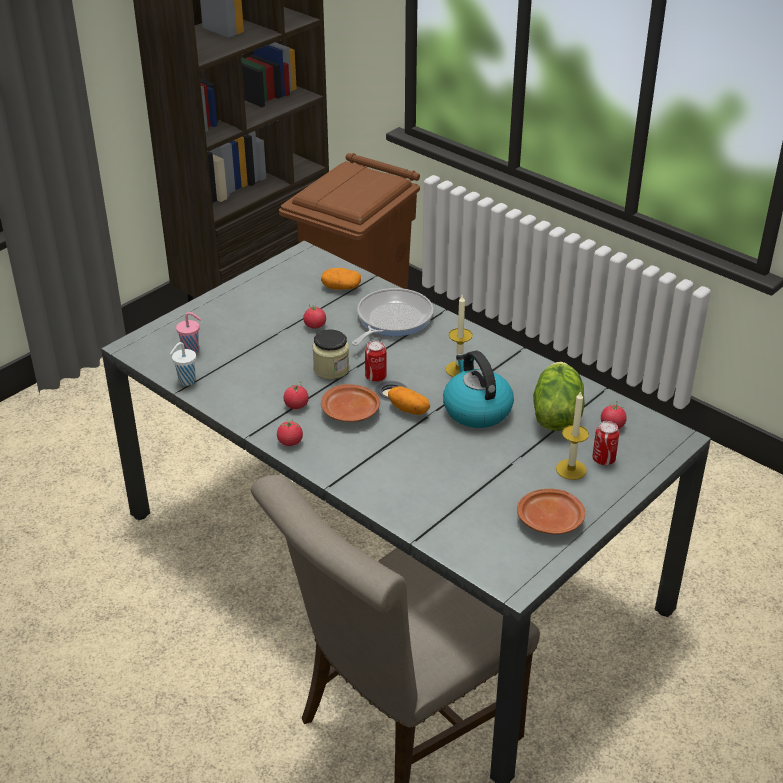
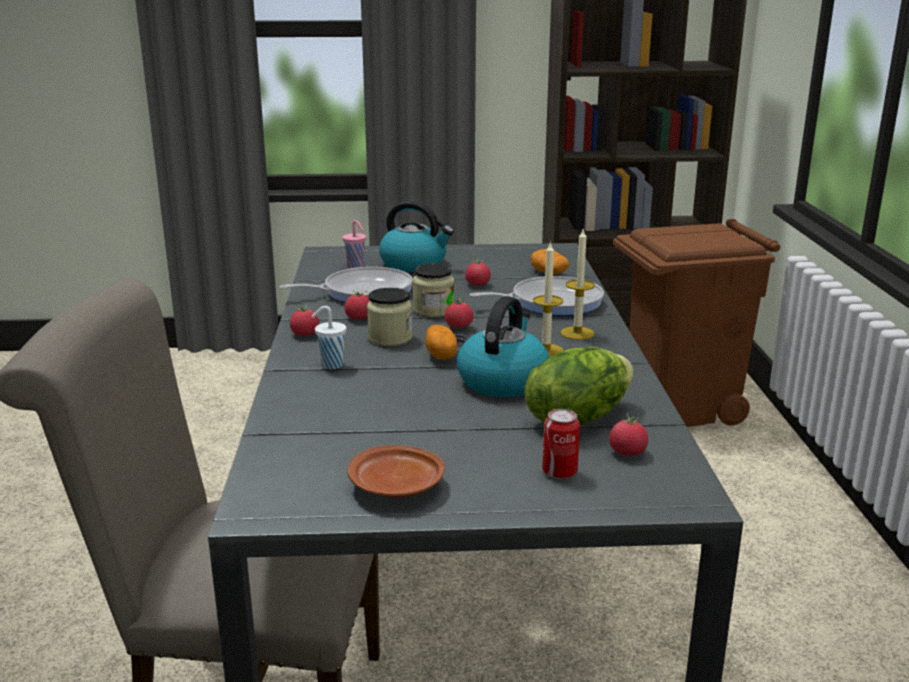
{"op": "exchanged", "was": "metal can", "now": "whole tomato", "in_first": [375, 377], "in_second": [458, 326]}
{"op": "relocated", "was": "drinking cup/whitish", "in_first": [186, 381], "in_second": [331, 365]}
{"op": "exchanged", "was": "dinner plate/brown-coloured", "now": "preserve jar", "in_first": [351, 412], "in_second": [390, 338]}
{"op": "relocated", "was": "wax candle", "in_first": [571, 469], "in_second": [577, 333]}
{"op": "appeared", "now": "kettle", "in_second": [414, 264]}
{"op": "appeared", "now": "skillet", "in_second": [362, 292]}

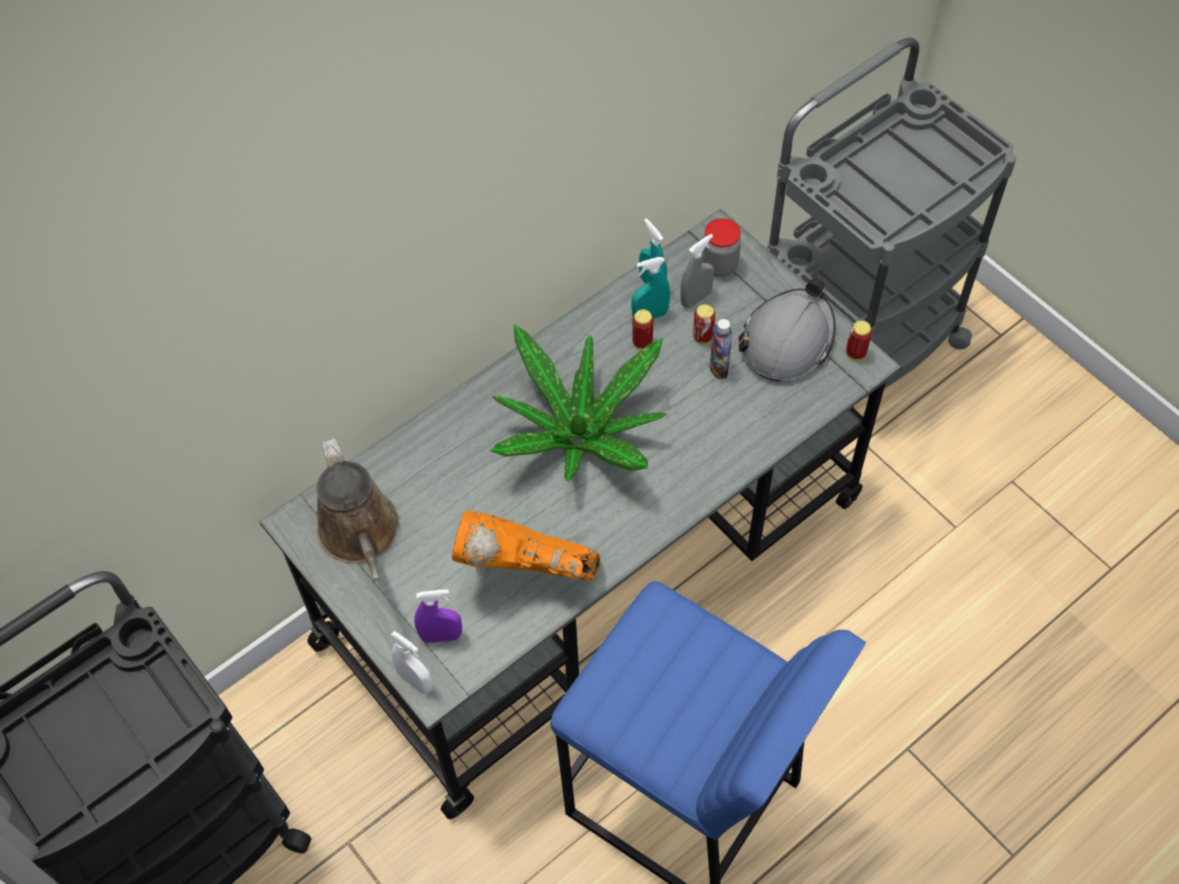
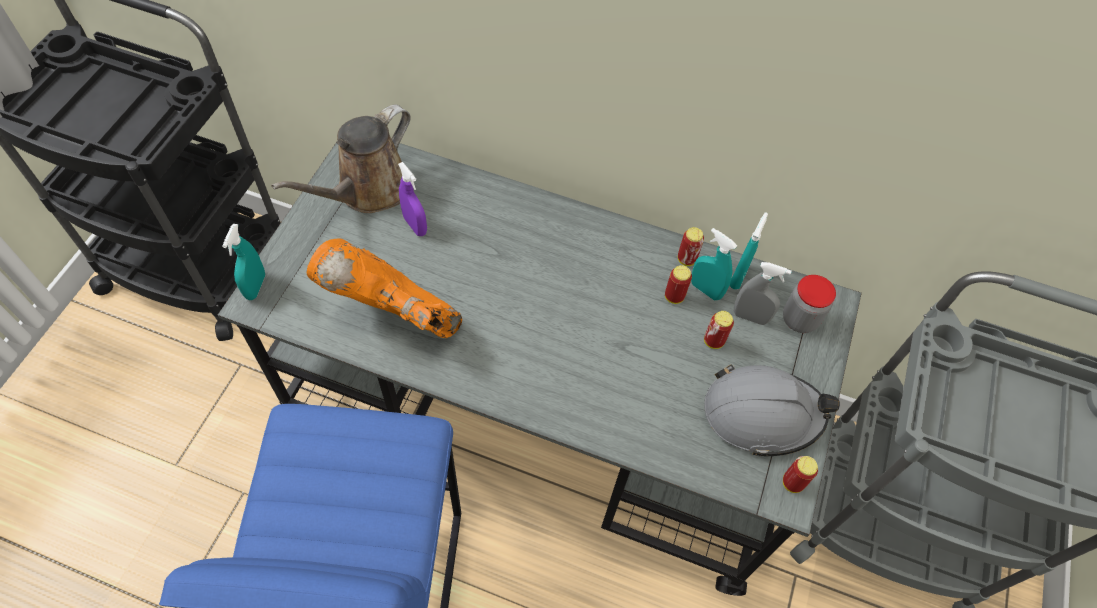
{"op": "missing", "was": "drink bottle", "in_first": [719, 368]}
{"op": "missing", "was": "potted plant", "in_first": [580, 434]}
{"op": "spun", "was": "boot/orange-coloured", "in_first": [526, 572], "in_second": [394, 316], "clockwise": -45}
{"op": "relocated", "was": "spray bottle/purple", "in_first": [441, 636], "in_second": [415, 225]}
{"op": "colour", "was": "spray bottle/whitish", "now": "spray bottle/turquoise-coloured", "in_first": [415, 681], "in_second": [255, 286]}
{"op": "appeared", "now": "metal can", "in_second": [686, 259]}

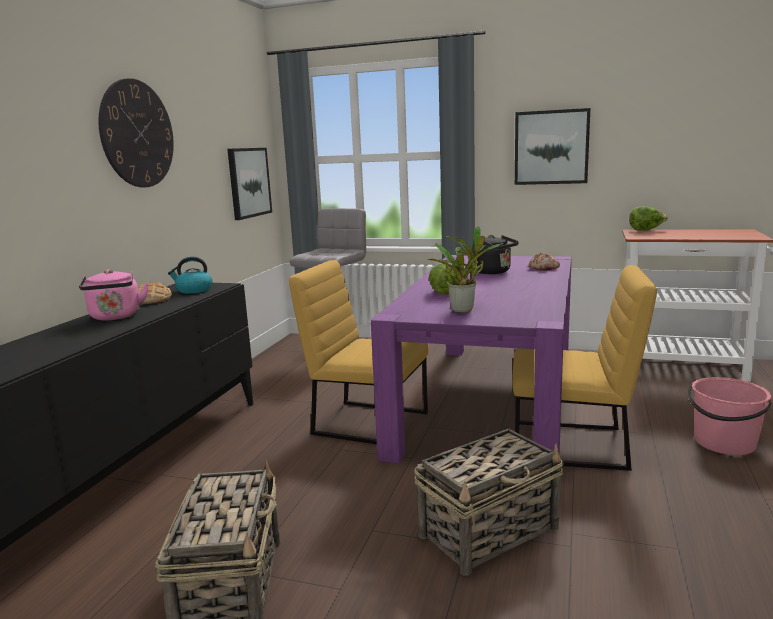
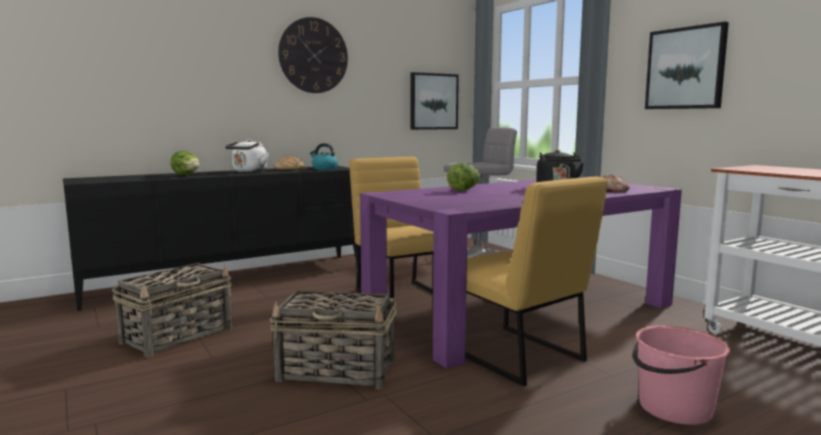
{"op": "relocated", "was": "lettuce", "in_first": [646, 230], "in_second": [187, 175]}
{"op": "missing", "was": "potted plant", "in_first": [464, 310]}
{"op": "colour", "was": "kettle/pink", "now": "kettle/whitish", "in_first": [116, 317], "in_second": [248, 171]}

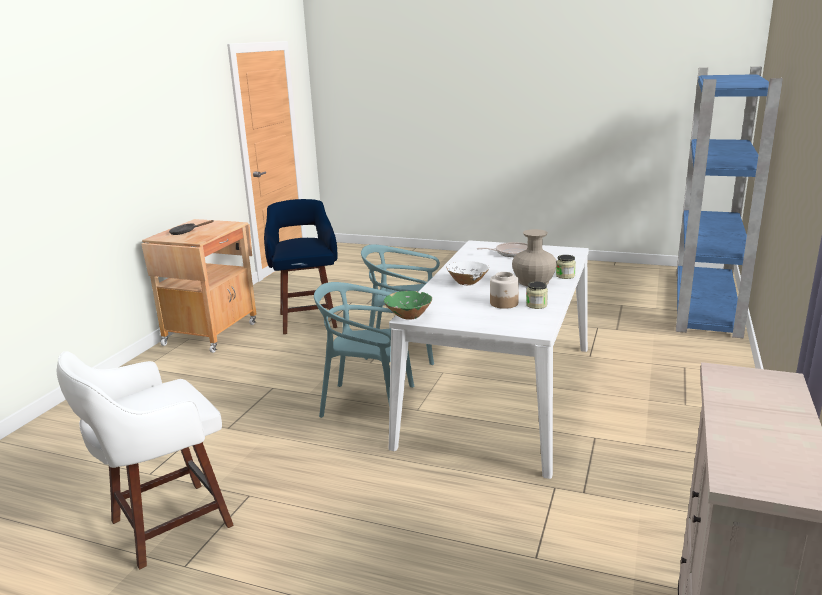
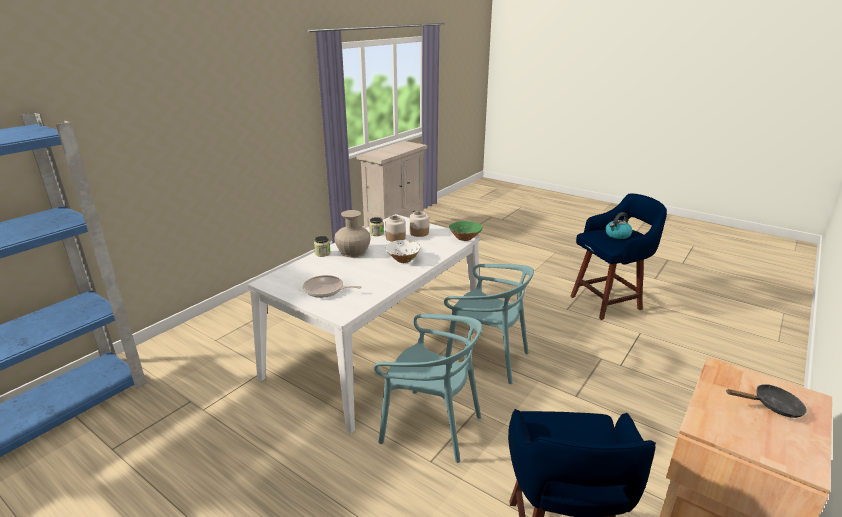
{"op": "colour", "was": "sitting stool/whitish", "now": "sitting stool/blue-coloured", "in_first": [165, 526], "in_second": [608, 302]}
{"op": "appeared", "now": "preserve jar", "in_second": [419, 233]}
{"op": "appeared", "now": "kettle", "in_second": [617, 235]}

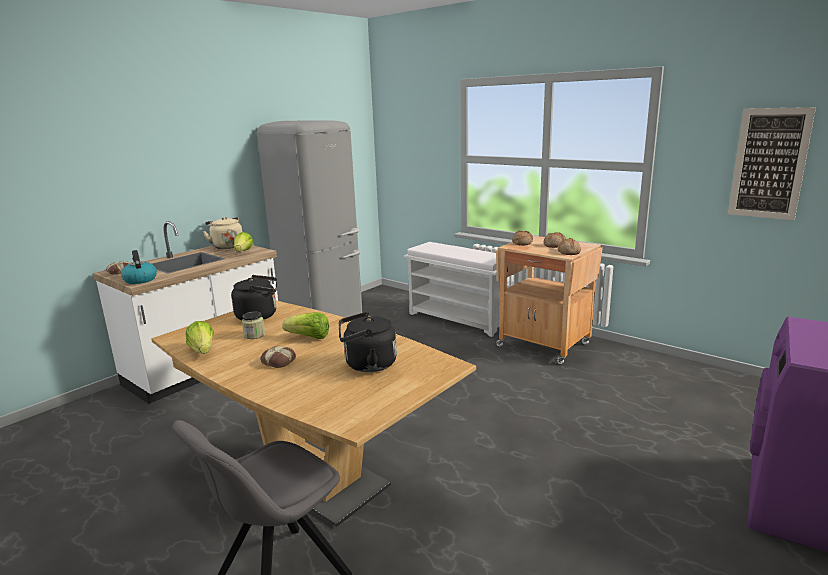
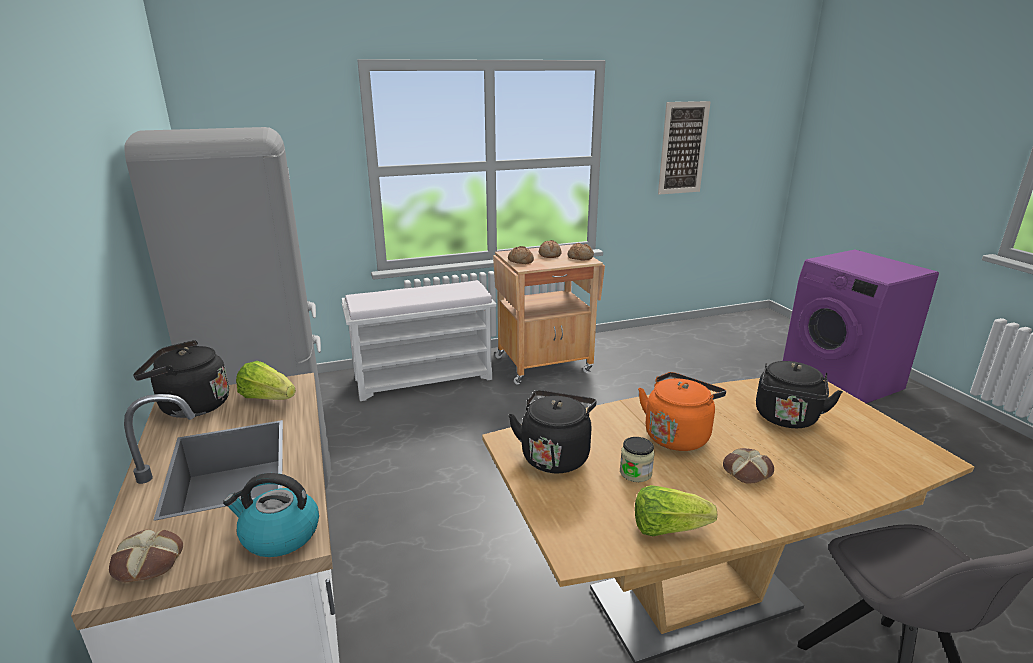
{"op": "colour", "was": "kettle/sand-coloured", "now": "kettle/black-coloured", "in_first": [226, 246], "in_second": [190, 406]}
{"op": "exchanged", "was": "lettuce", "now": "kettle/orange-coloured", "in_first": [309, 337], "in_second": [678, 435]}

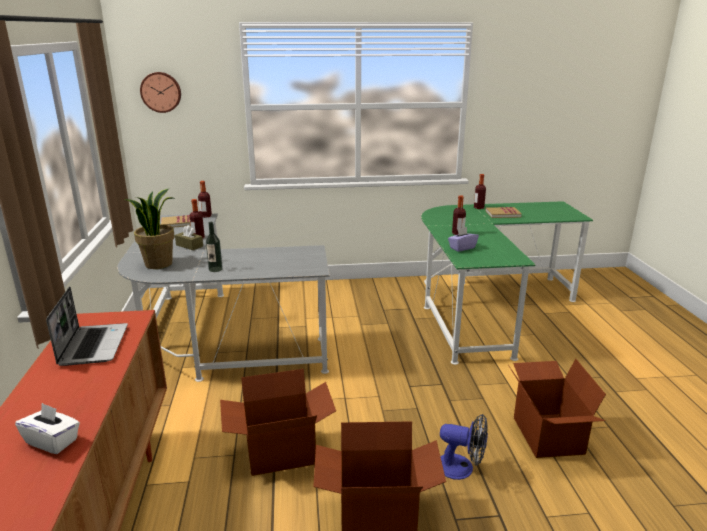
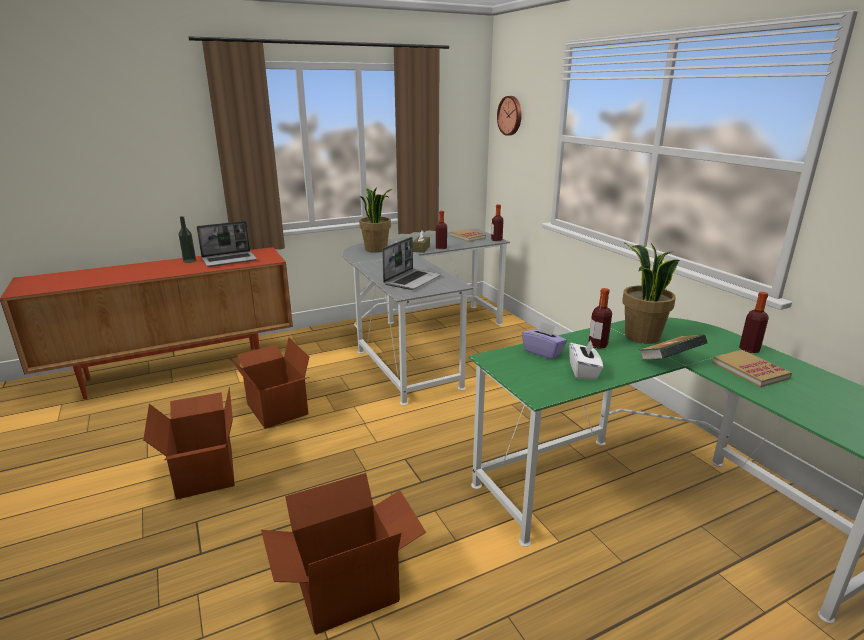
{"op": "relocated", "was": "drink bottle", "in_first": [215, 269], "in_second": [189, 261]}
{"op": "relocated", "was": "tissue holder/whitish", "in_first": [52, 441], "in_second": [583, 371]}
{"op": "missing", "was": "cooling fan", "in_first": [461, 468]}
{"op": "appeared", "now": "portable computer", "in_second": [412, 280]}
{"op": "appeared", "now": "potted plant", "in_second": [641, 337]}
{"op": "appeared", "now": "volume", "in_second": [669, 362]}

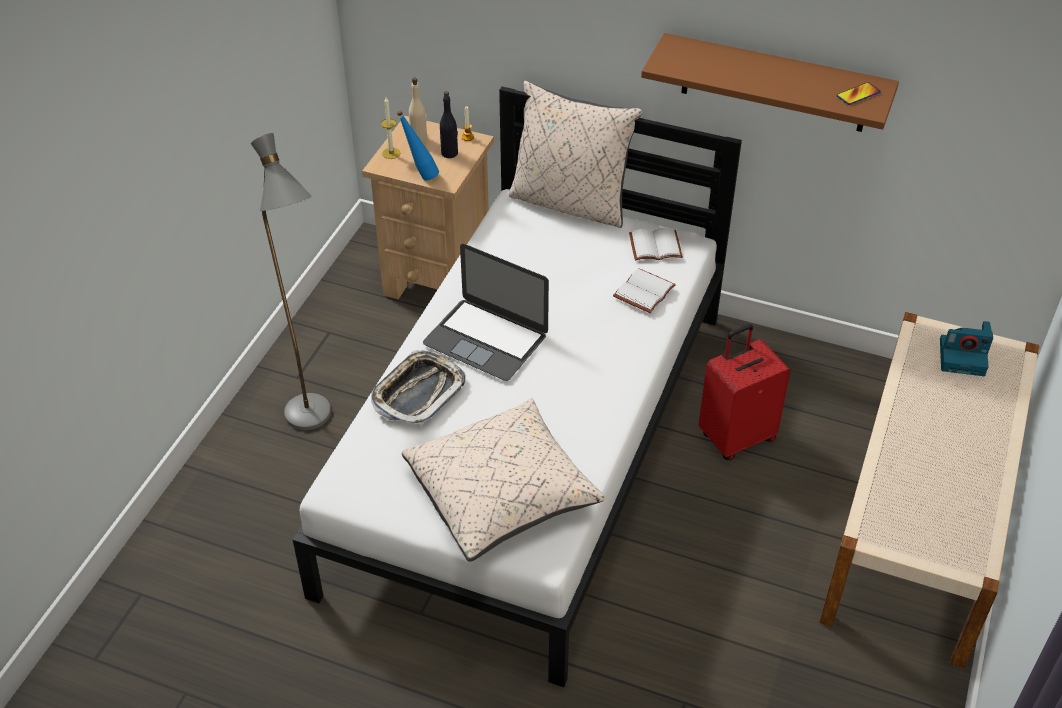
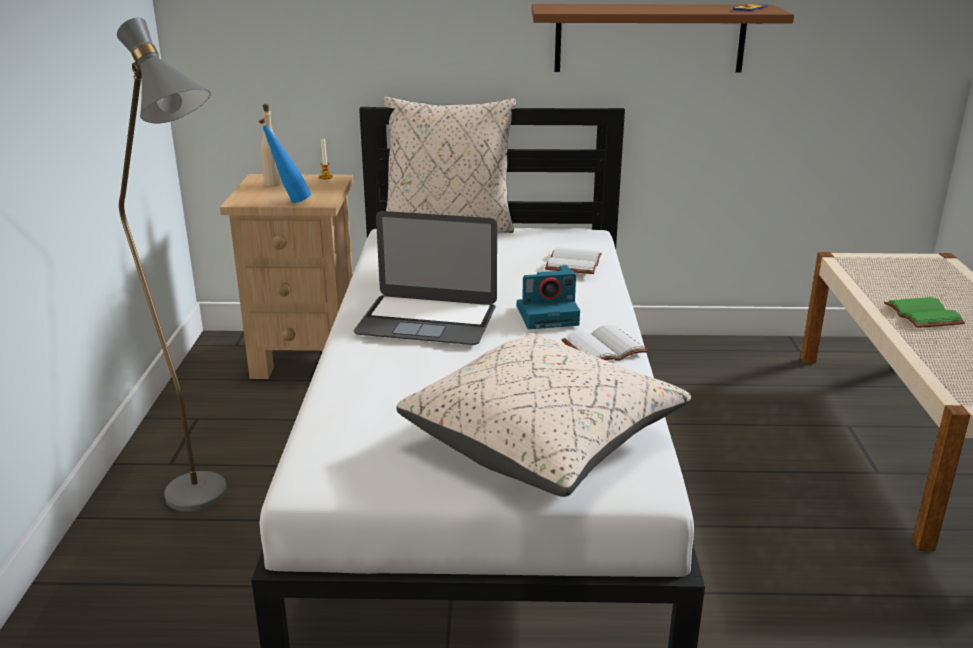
{"op": "missing", "was": "drink bottle/black-coloured", "in_first": [449, 153]}
{"op": "missing", "was": "wax candle", "in_first": [391, 153]}
{"op": "relocated", "was": "volume/whitish", "in_first": [654, 247], "in_second": [604, 349]}
{"op": "relocated", "was": "photo camera", "in_first": [963, 357], "in_second": [548, 315]}
{"op": "missing", "was": "travel case/red", "in_first": [736, 436]}
{"op": "missing", "was": "tray", "in_first": [418, 392]}
{"op": "appeared", "now": "volume/green", "in_second": [920, 315]}

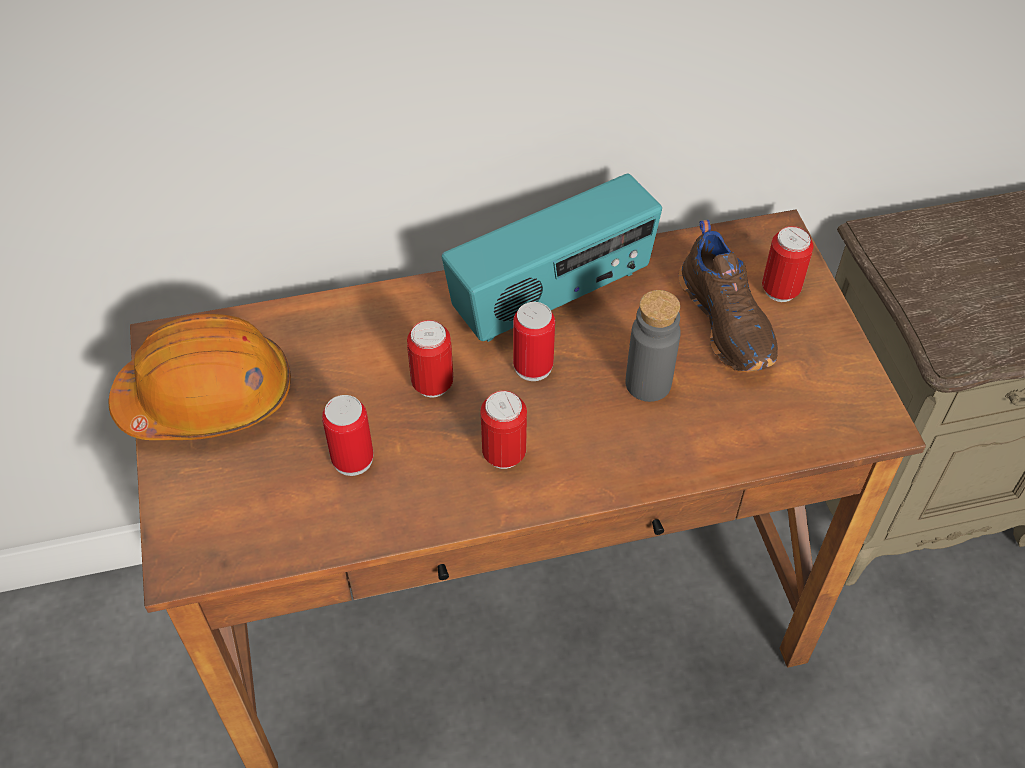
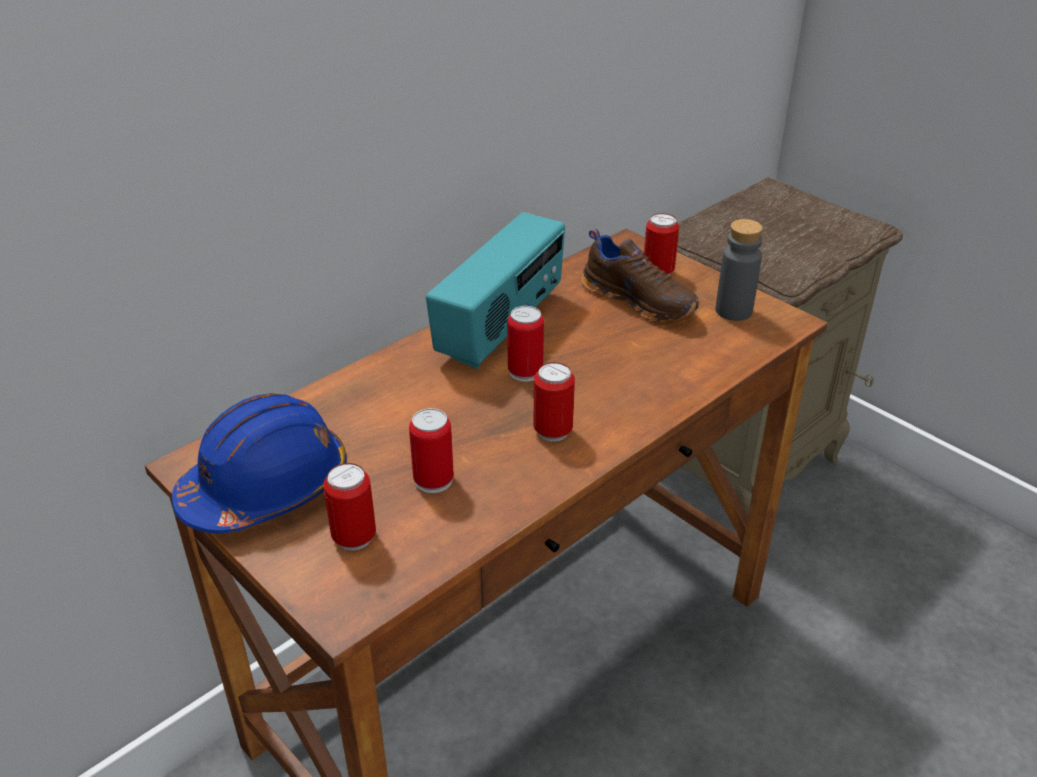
{"op": "relocated", "was": "drink bottle/gray", "in_first": [648, 383], "in_second": [733, 311]}
{"op": "colour", "was": "work helmet/orange-coloured", "now": "work helmet/blue-coloured", "in_first": [207, 398], "in_second": [266, 488]}
{"op": "relocated", "was": "metal can", "in_first": [432, 384], "in_second": [354, 538]}

